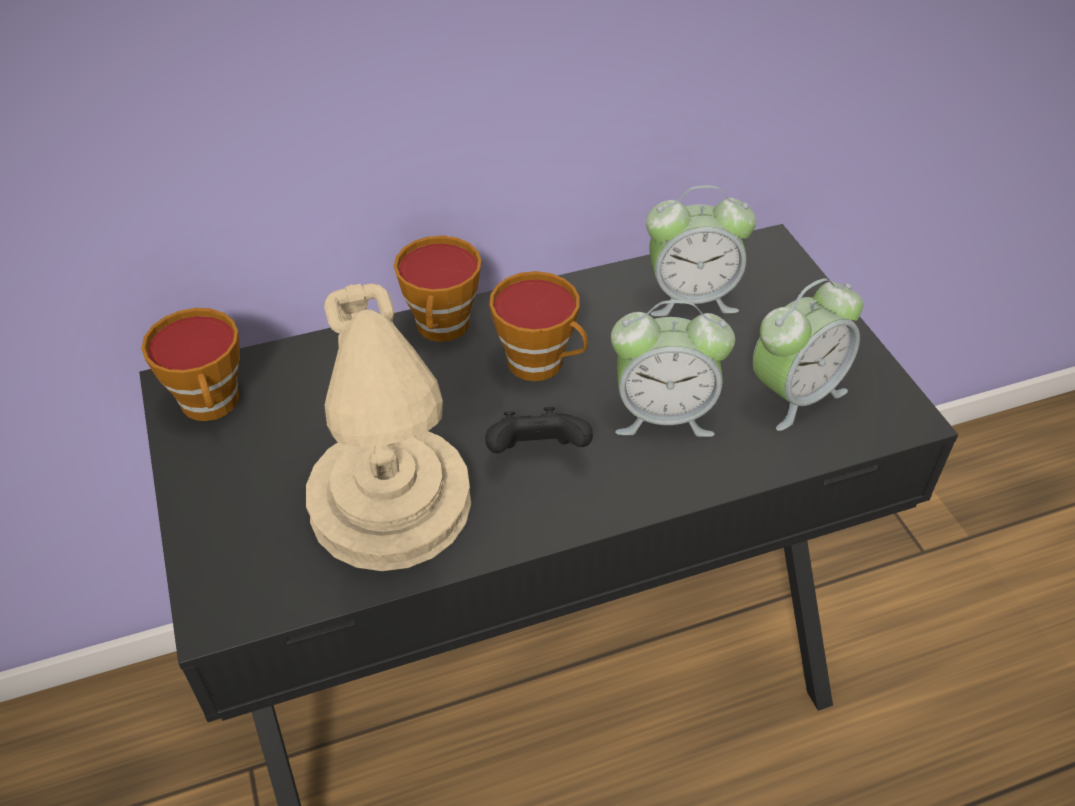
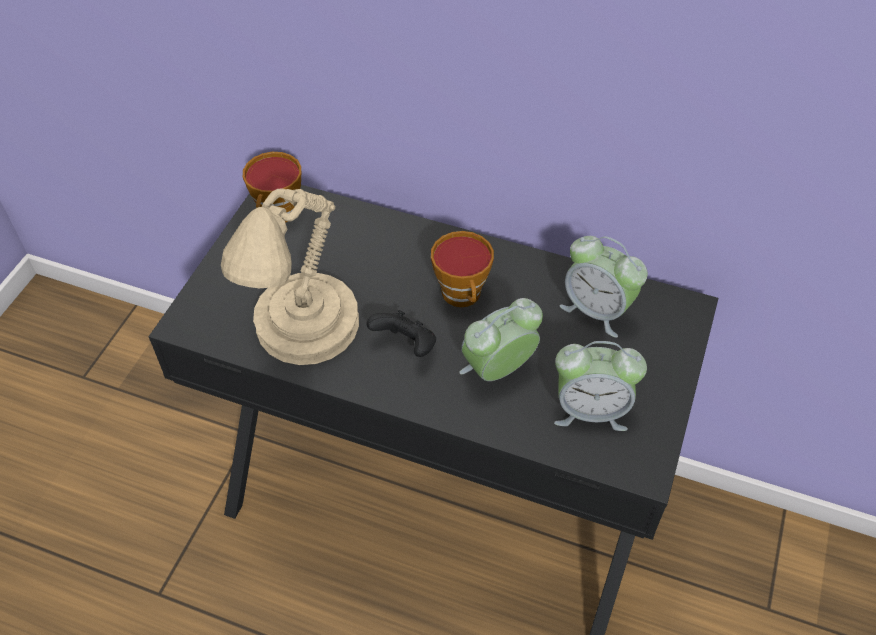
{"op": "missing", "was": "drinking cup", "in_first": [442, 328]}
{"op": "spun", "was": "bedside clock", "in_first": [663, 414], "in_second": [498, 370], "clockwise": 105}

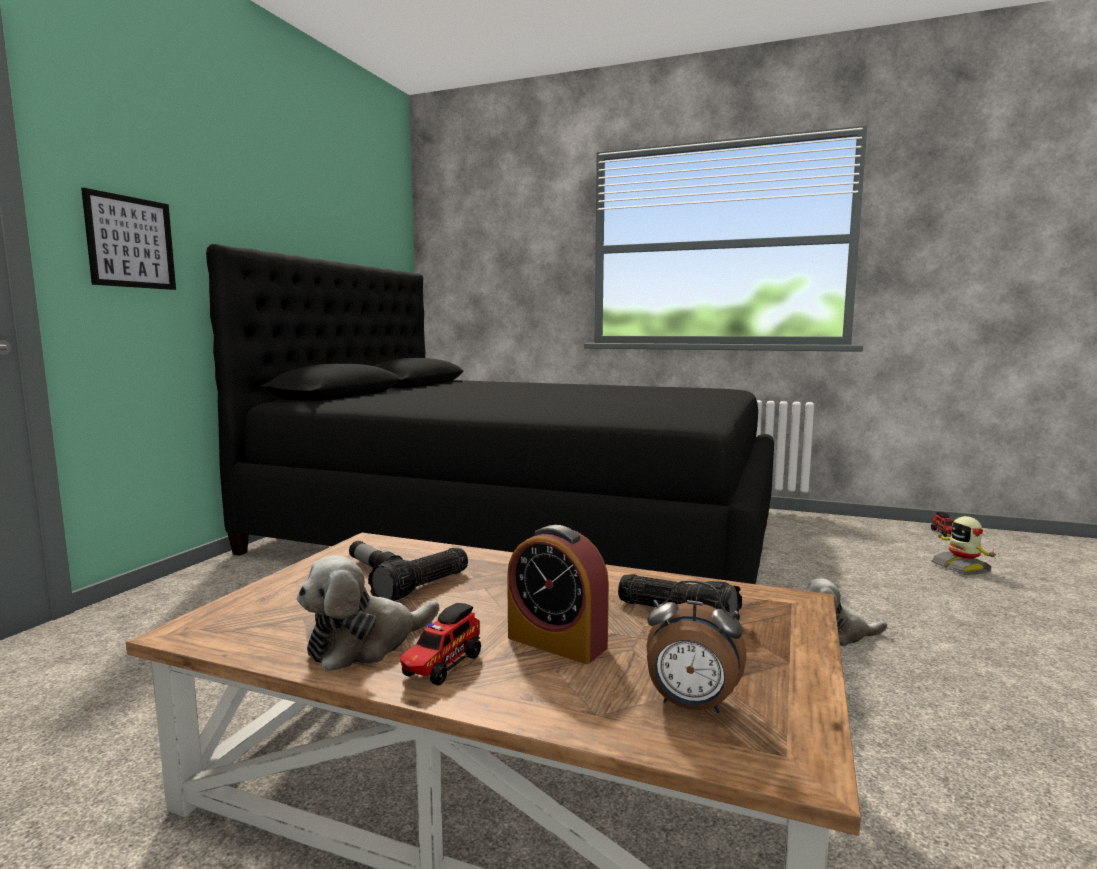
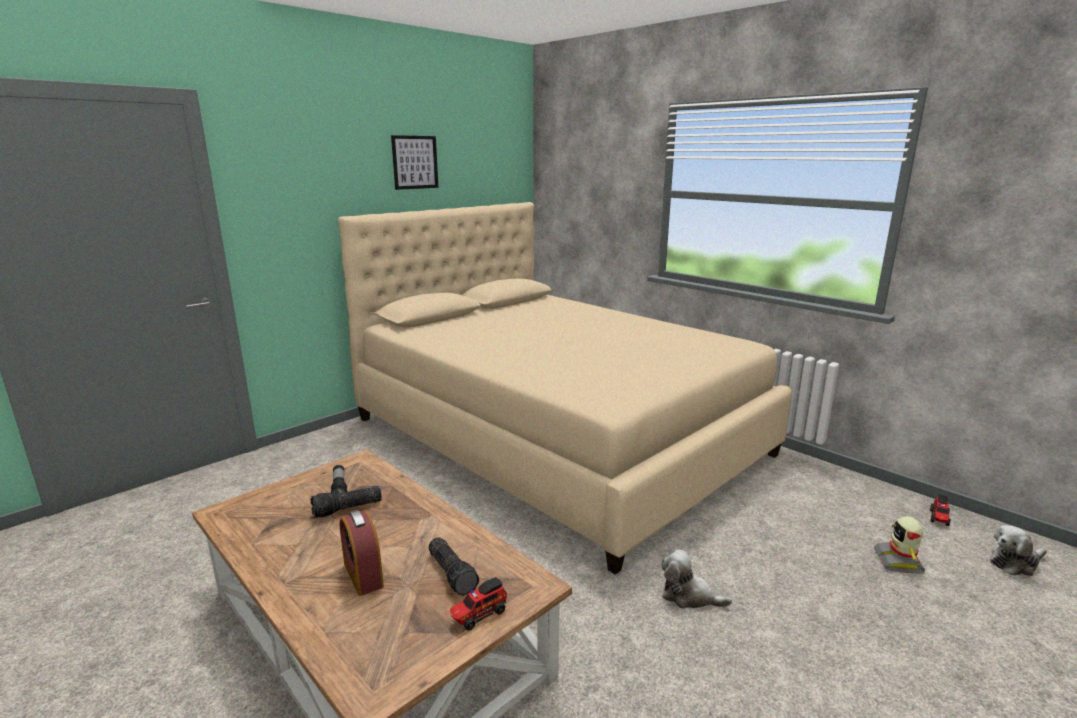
{"op": "relocated", "was": "wall picture", "in_first": [130, 242], "in_second": [415, 162]}
{"op": "colour", "was": "bed/black-coloured", "now": "bed/sand-coloured", "in_first": [524, 531], "in_second": [556, 435]}
{"op": "relocated", "was": "soft toy", "in_first": [366, 644], "in_second": [1015, 563]}
{"op": "missing", "was": "bedside clock", "in_first": [691, 706]}
{"op": "relocated", "was": "toy truck", "in_first": [441, 666], "in_second": [478, 615]}

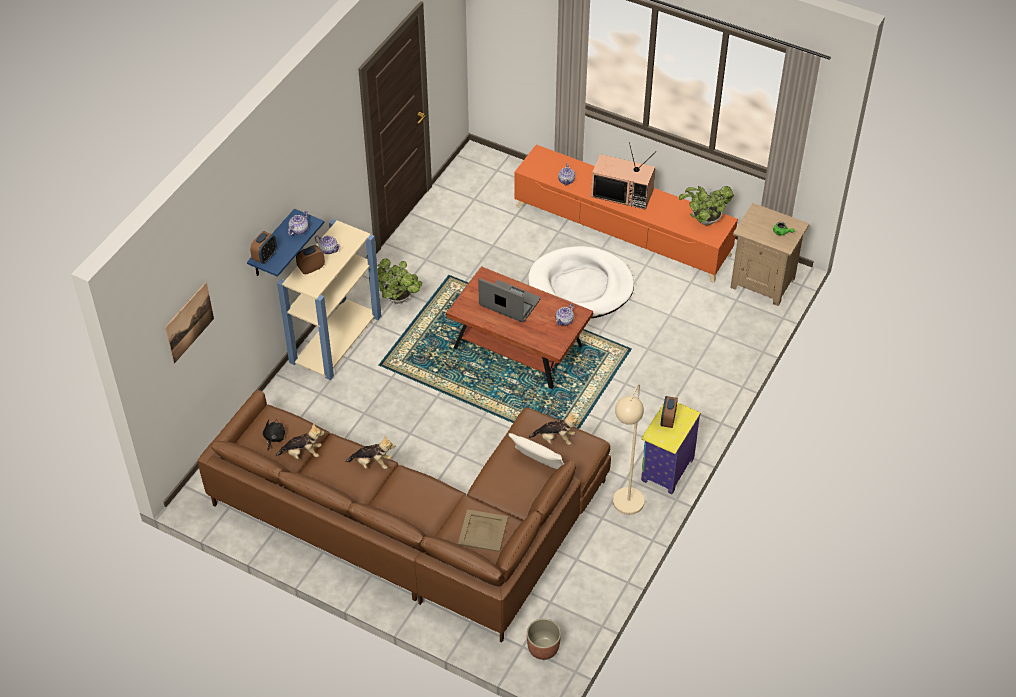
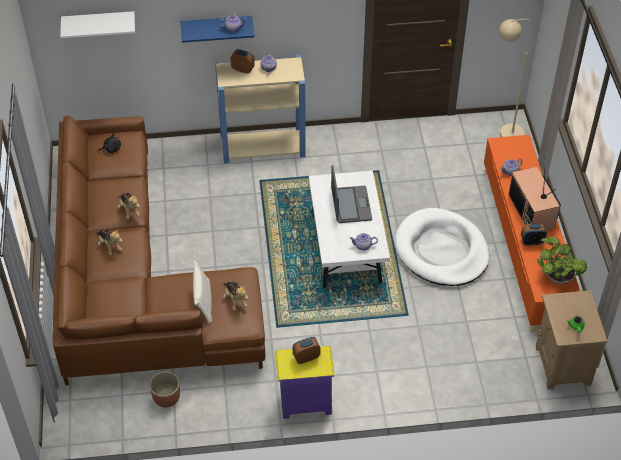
{"op": "relocated", "was": "bedside clock", "in_first": [265, 257], "in_second": [532, 242]}
{"op": "missing", "was": "potted plant", "in_first": [400, 299]}
{"op": "colour", "was": "coffee table/brown-coloured", "now": "coffee table/whitish", "in_first": [518, 347], "in_second": [346, 247]}
{"op": "exchanged", "was": "wall picture", "now": "shelf/whitish", "in_first": [189, 322], "in_second": [99, 24]}
{"op": "relocated", "was": "standing lamp/sand-coloured", "in_first": [625, 510], "in_second": [504, 136]}
{"op": "relocated", "was": "soft toy", "in_first": [302, 453], "in_second": [110, 246]}
{"op": "missing", "was": "tray/sand-coloured", "in_first": [483, 531]}
{"op": "relocated", "was": "planter", "in_first": [543, 648], "in_second": [166, 398]}

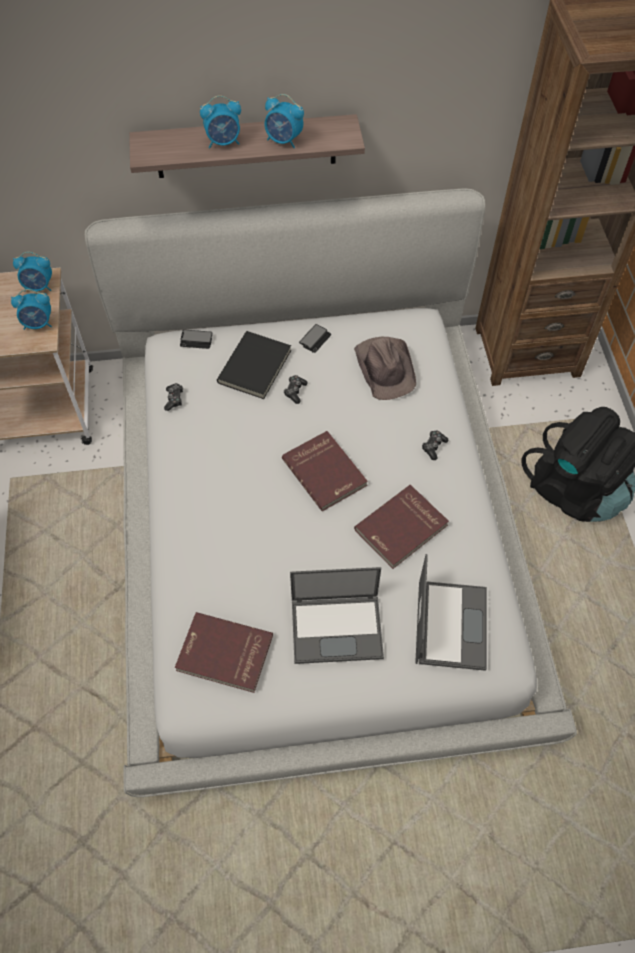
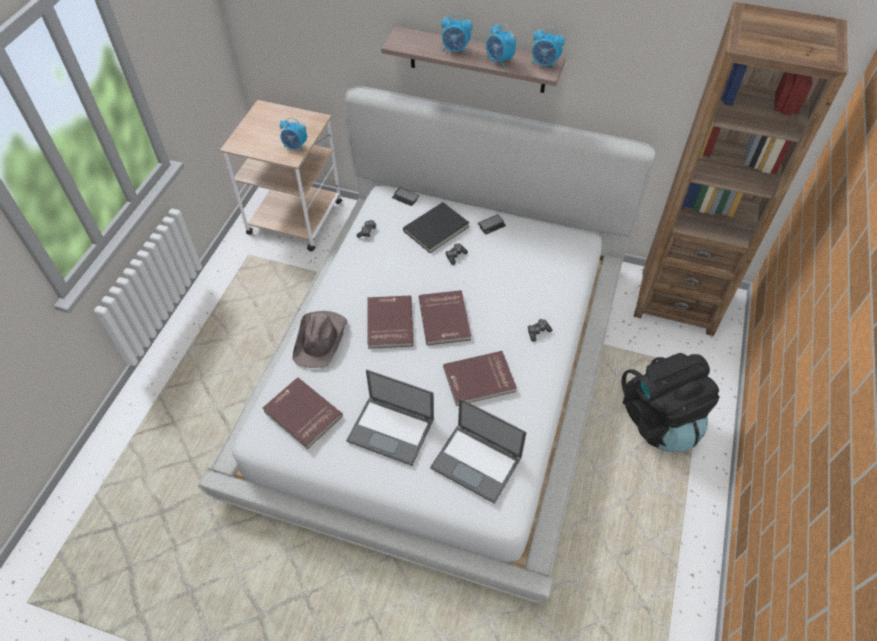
{"op": "relocated", "was": "bedside clock", "in_first": [39, 287], "in_second": [545, 64]}
{"op": "relocated", "was": "clothing hat/brown-coloured", "in_first": [385, 368], "in_second": [321, 339]}
{"op": "spun", "was": "portable computer", "in_first": [450, 624], "in_second": [477, 463], "clockwise": 90}
{"op": "appeared", "now": "volume/red", "in_second": [388, 323]}

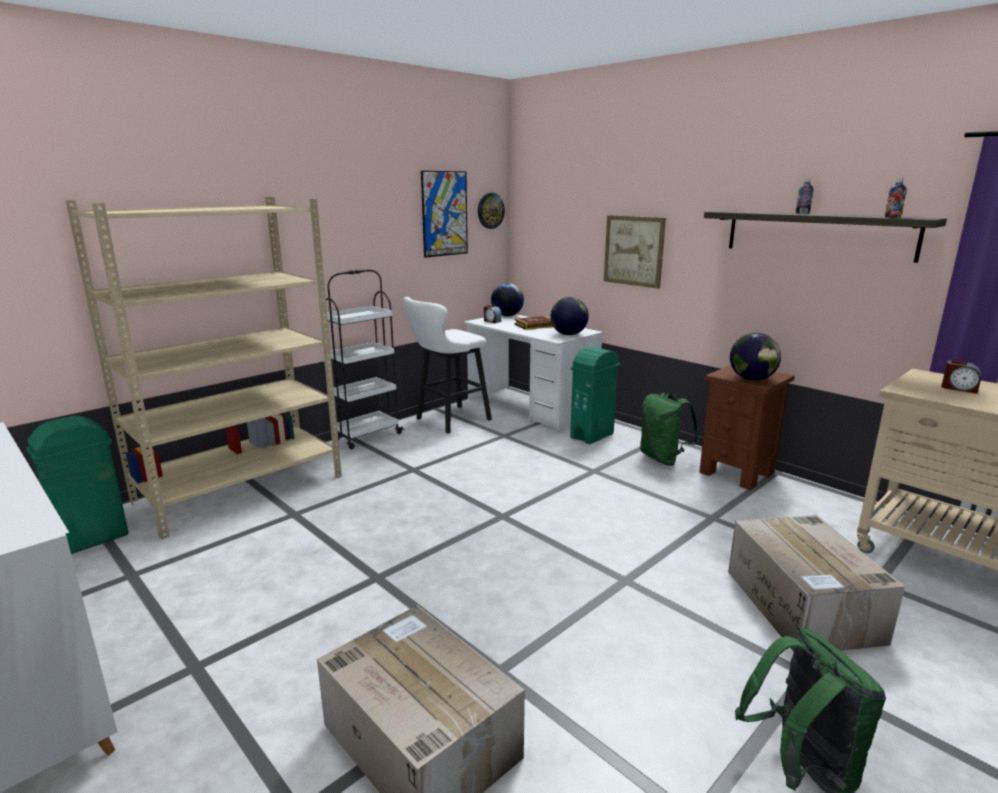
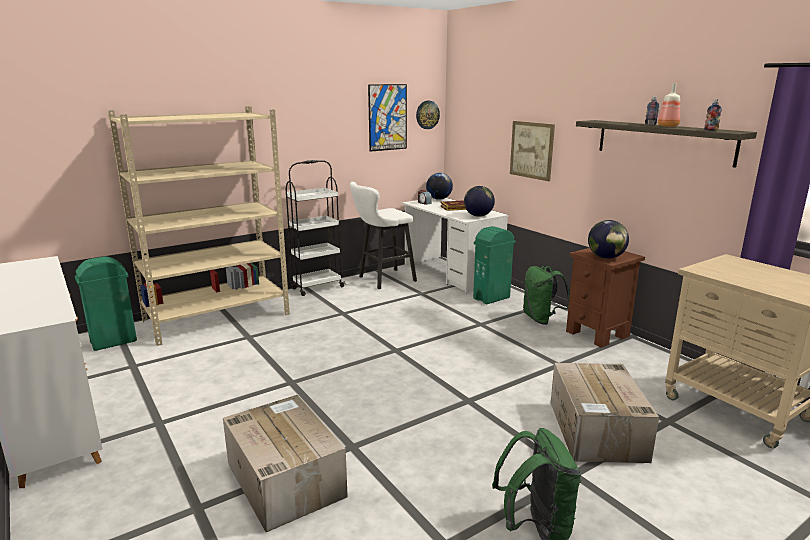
{"op": "missing", "was": "bedside clock", "in_first": [959, 388]}
{"op": "appeared", "now": "drink bottle", "in_second": [668, 126]}

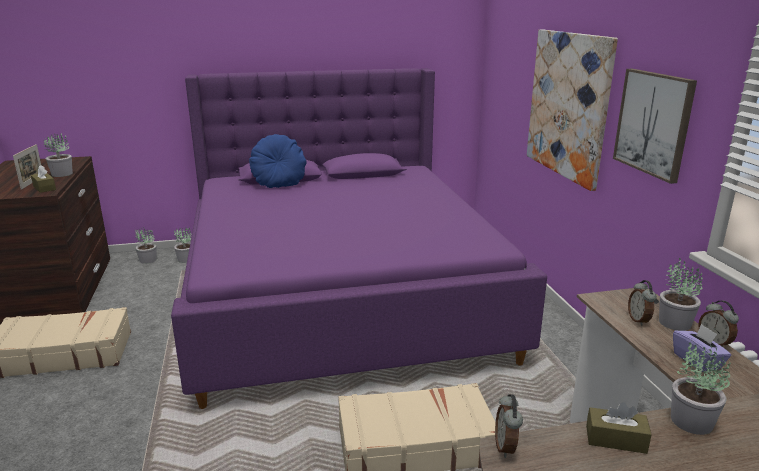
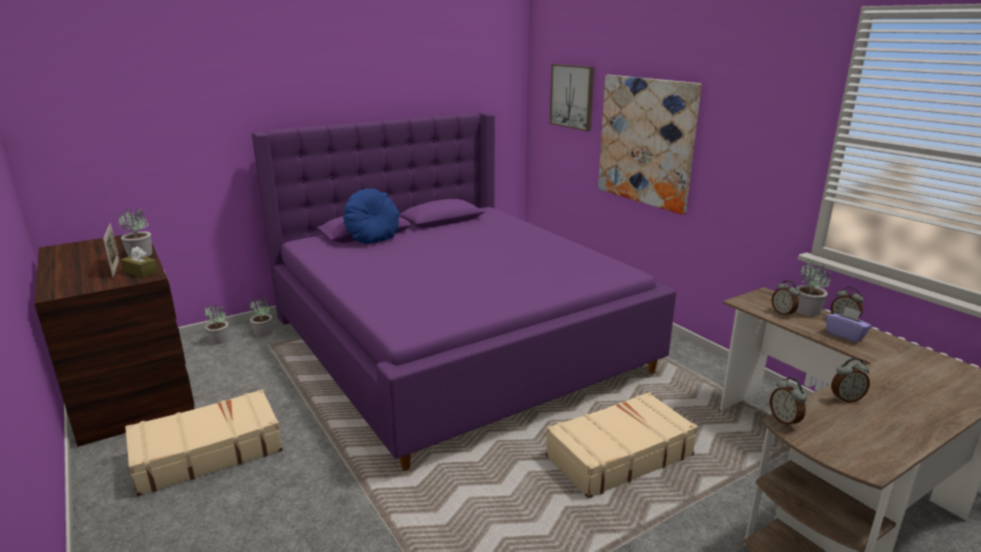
{"op": "relocated", "was": "wall picture", "in_first": [653, 123], "in_second": [572, 96]}
{"op": "missing", "was": "potted plant", "in_first": [690, 421]}
{"op": "exchanged", "was": "tissue holder/brown-coloured", "now": "bedside clock", "in_first": [615, 439], "in_second": [845, 399]}

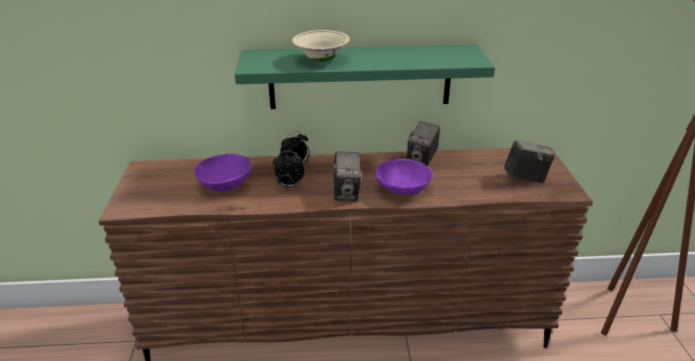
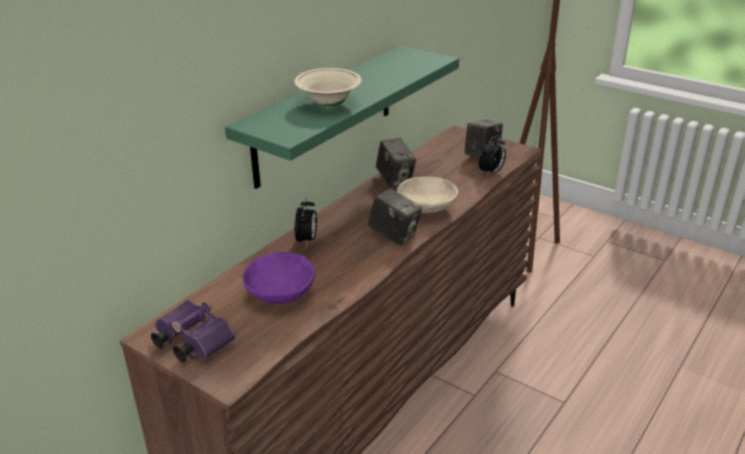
{"op": "relocated", "was": "bedside clock", "in_first": [289, 186], "in_second": [491, 172]}
{"op": "colour", "was": "deep dish/purple", "now": "deep dish/sand-coloured", "in_first": [402, 190], "in_second": [427, 209]}
{"op": "appeared", "now": "binoculars/purple", "in_second": [191, 342]}

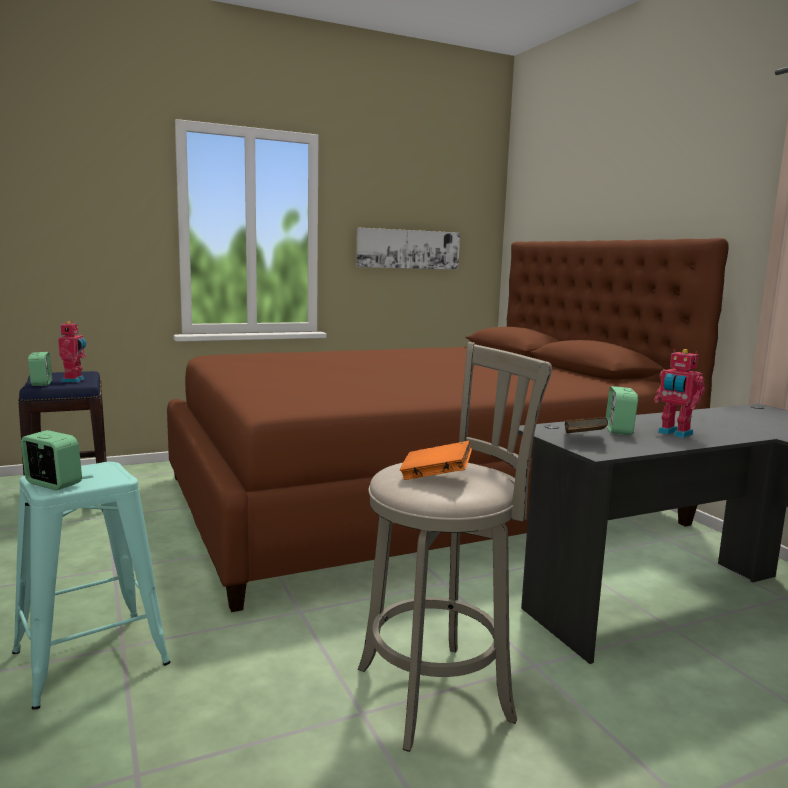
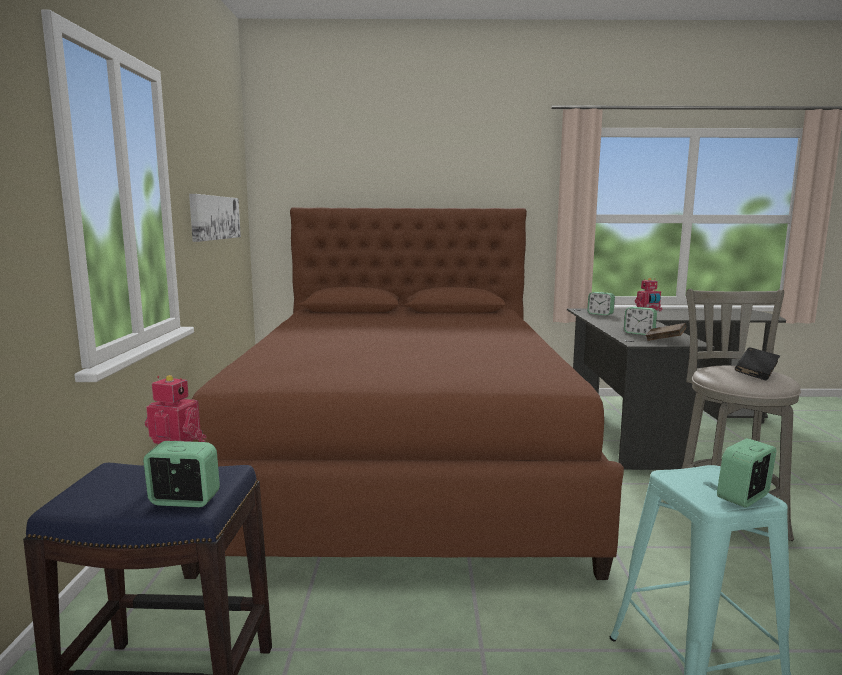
{"op": "colour", "was": "volume/orange-coloured", "now": "volume/black-coloured", "in_first": [435, 477], "in_second": [756, 374]}
{"op": "appeared", "now": "bedside clock", "in_second": [600, 314]}

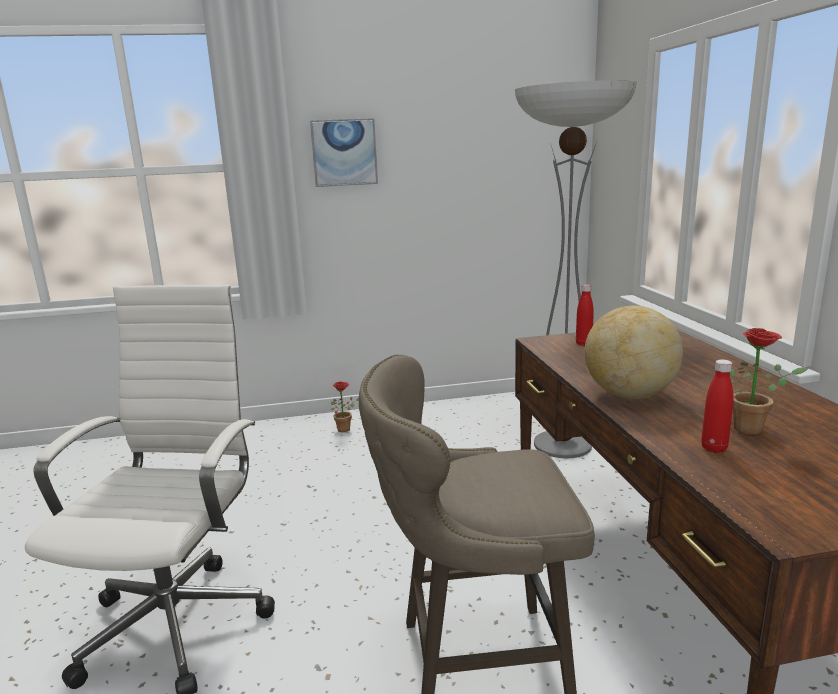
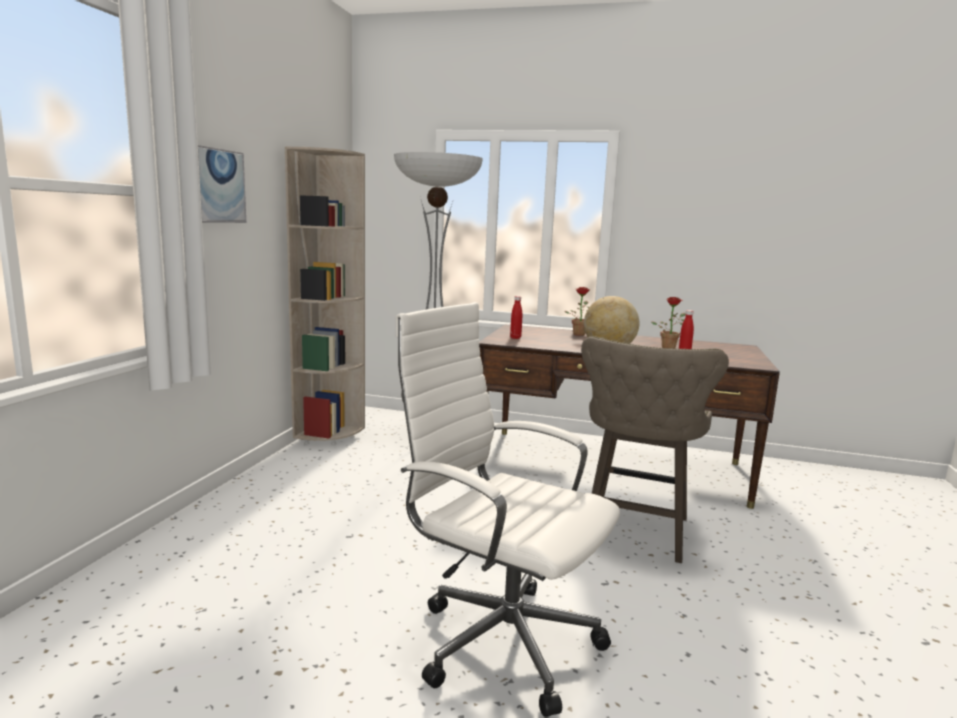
{"op": "relocated", "was": "potted plant", "in_first": [346, 429], "in_second": [578, 334]}
{"op": "appeared", "now": "shelving unit/sand-coloured", "in_second": [329, 439]}

